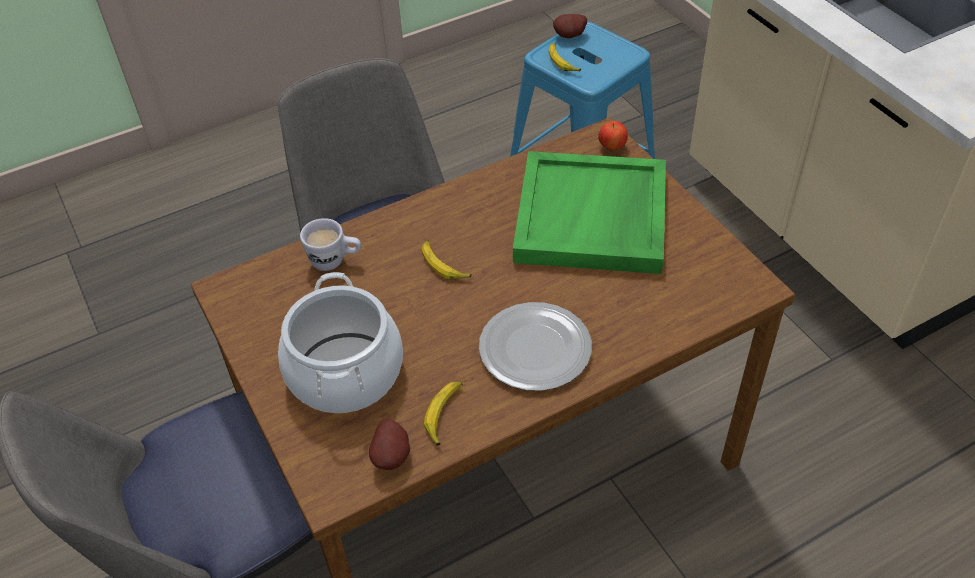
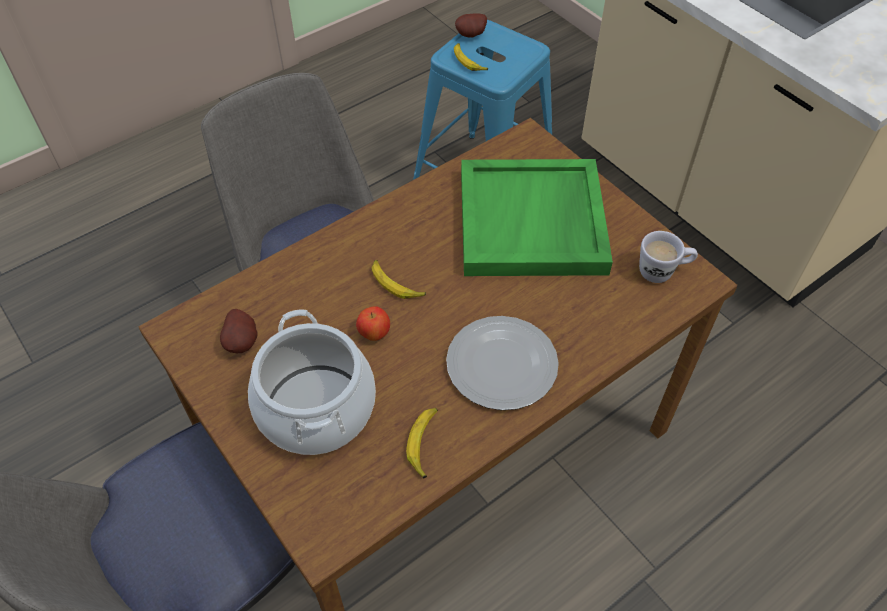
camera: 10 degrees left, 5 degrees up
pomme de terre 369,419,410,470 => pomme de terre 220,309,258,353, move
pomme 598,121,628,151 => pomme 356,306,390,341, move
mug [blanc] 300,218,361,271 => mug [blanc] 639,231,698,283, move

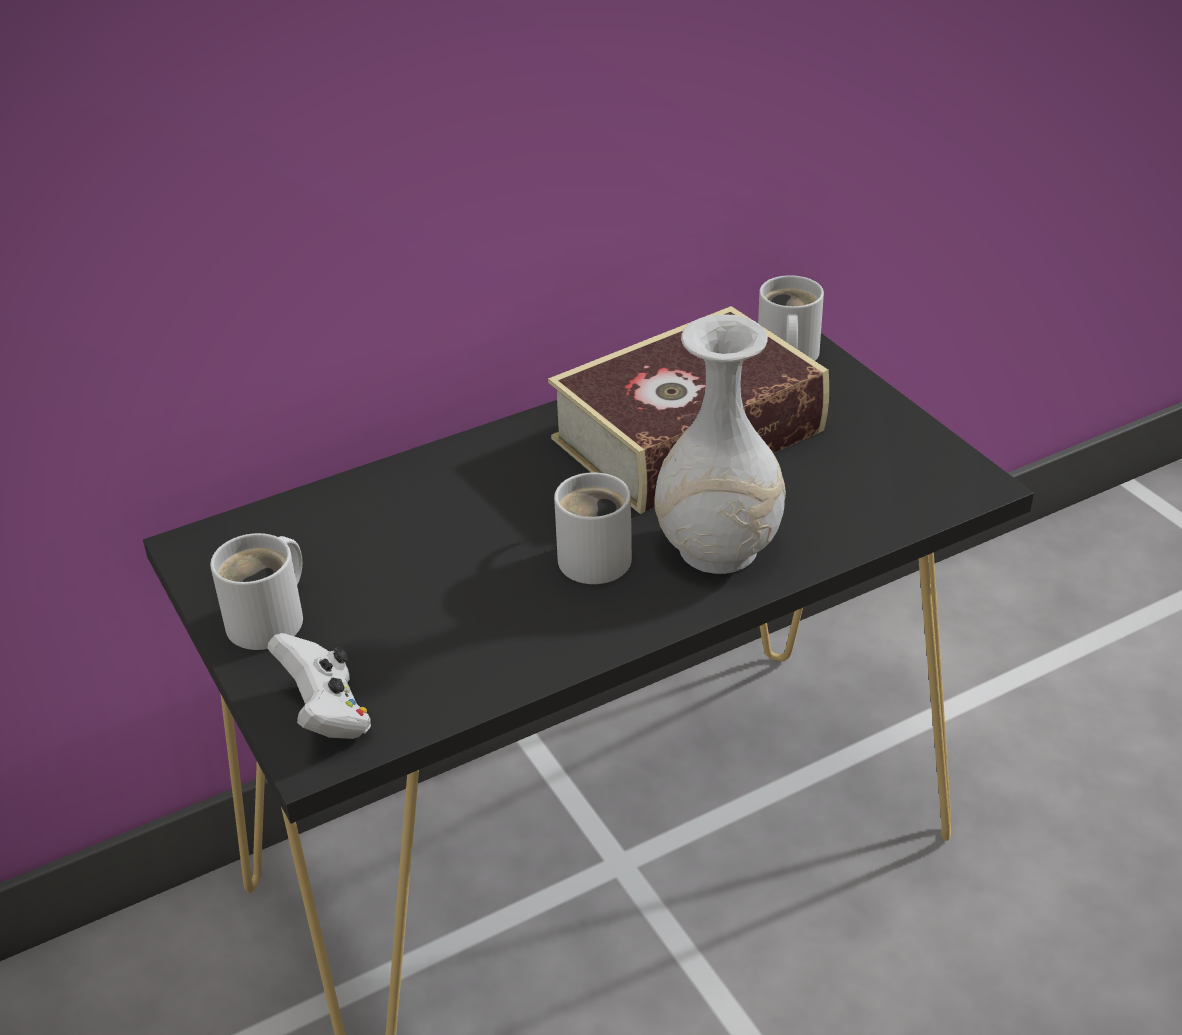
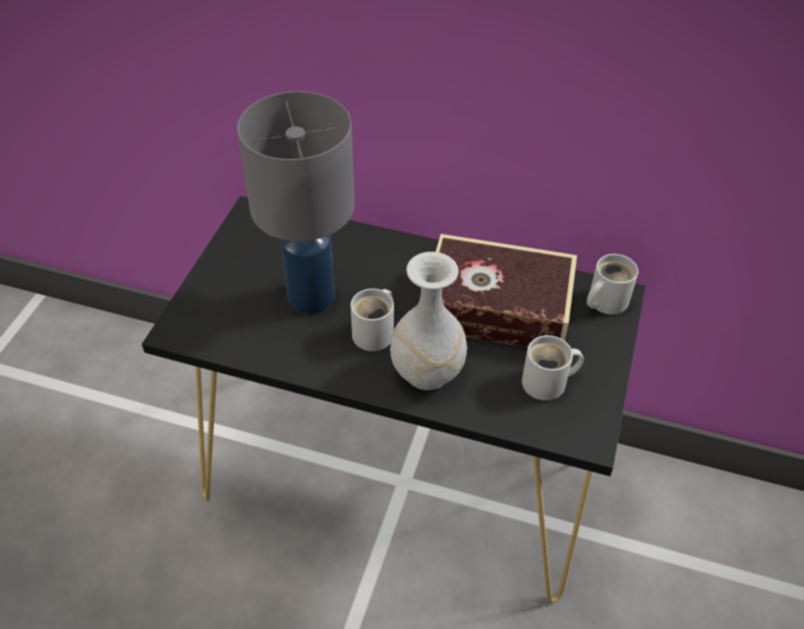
camera: 45 degrees right, 10 degrees up
nothing => lampe de table [gris] 237,91,355,314
mug [blanc] 210,533,303,650 => mug [blanc] 522,335,584,401, move
manette [blanc] 268,633,371,739 => nothing

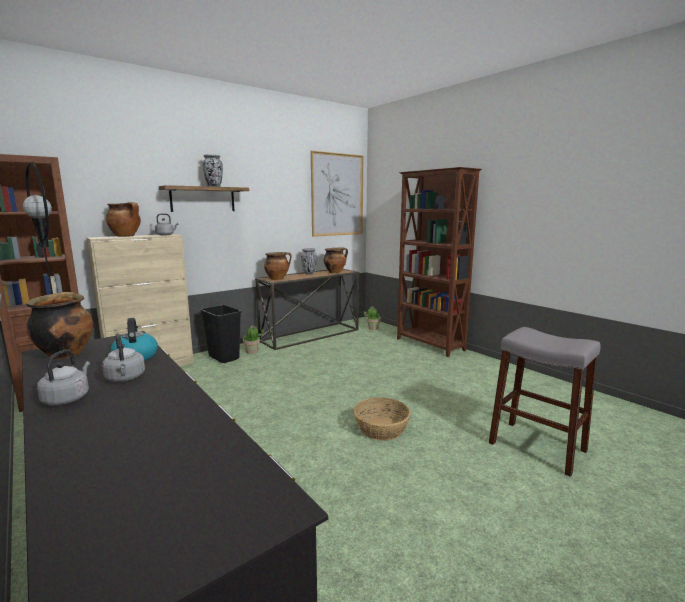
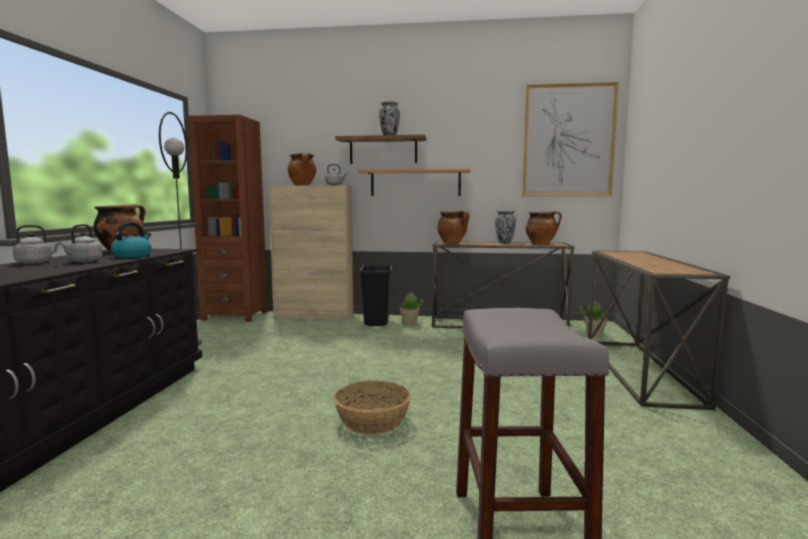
camera: 45 degrees right, 5 degrees down
nothing => étagère 357,169,471,196
bibliothèque [marron] 397,167,482,357 => table console 588,251,730,410

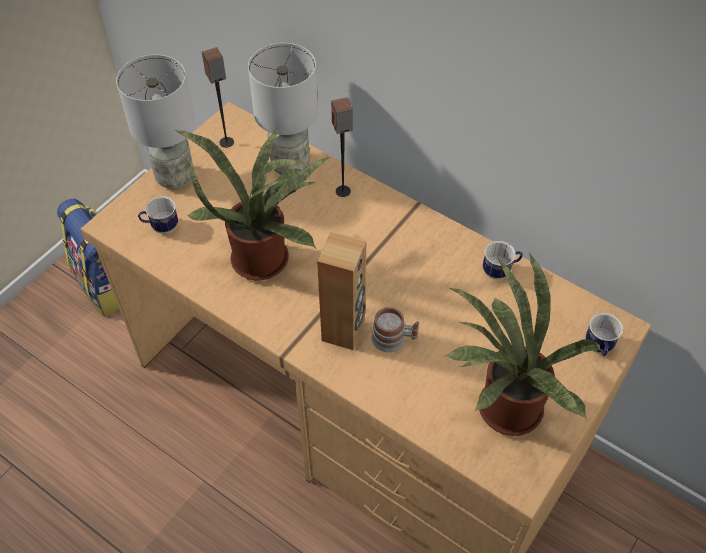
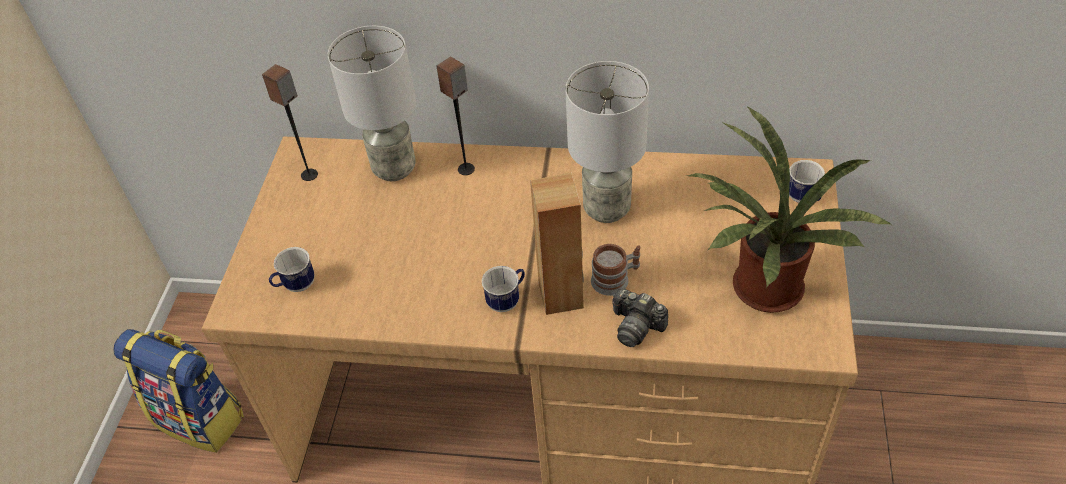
camera: 25 degrees left, 5 degrees down
mug 483,241,523,280 => mug 482,266,525,312, move
lampe de table [gris] 116,55,195,189 => lampe de table [gris] 566,61,649,223, move
nothing => appareil photo 612,288,668,347
plante en pot 176,128,330,280 => nothing

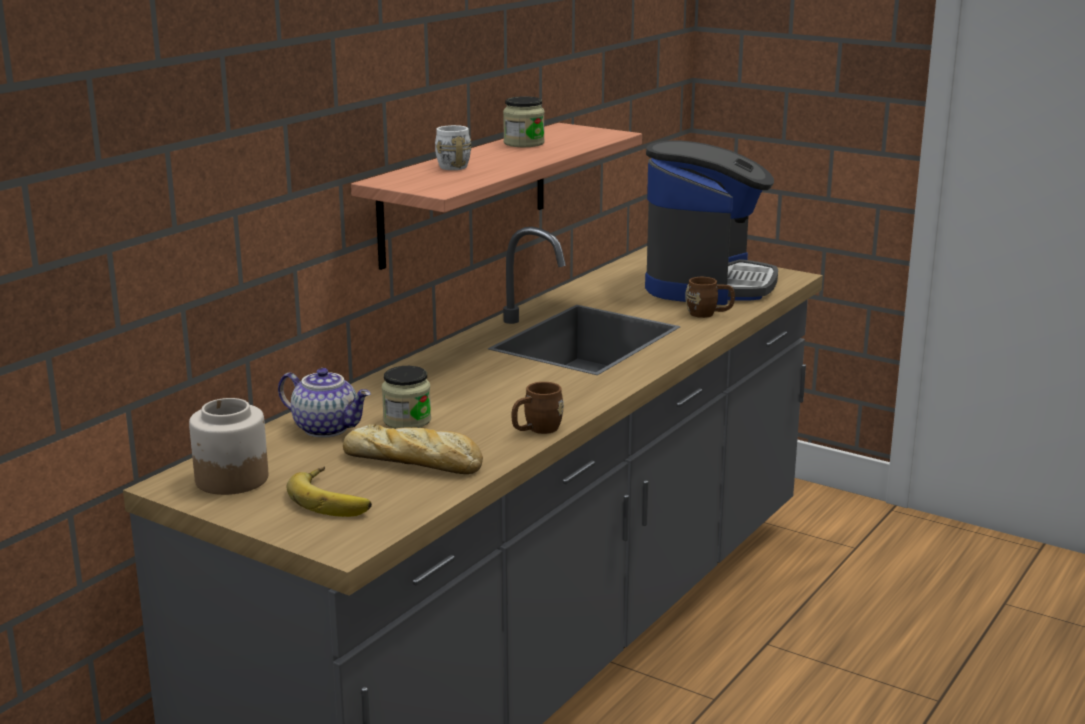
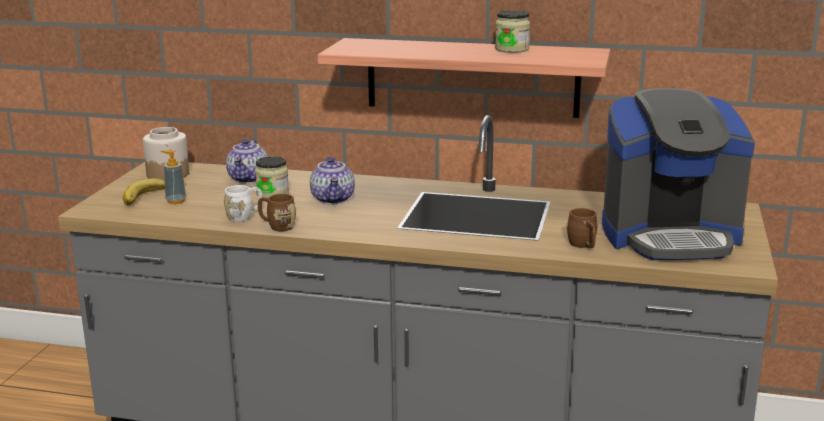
camera: 70 degrees right, 0 degrees up
nothing => distributeur de savon 161,150,186,204
mug [blanc] 435,125,471,170 => mug [blanc] 224,185,262,222, move
nothing => théière 310,157,355,204
pain 343,424,483,474 => nothing

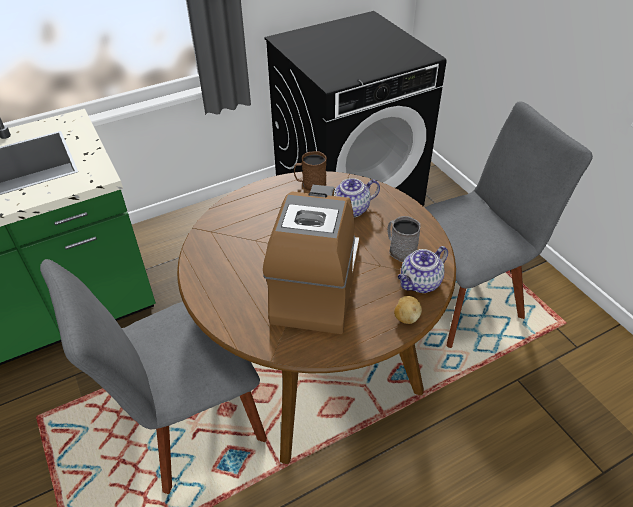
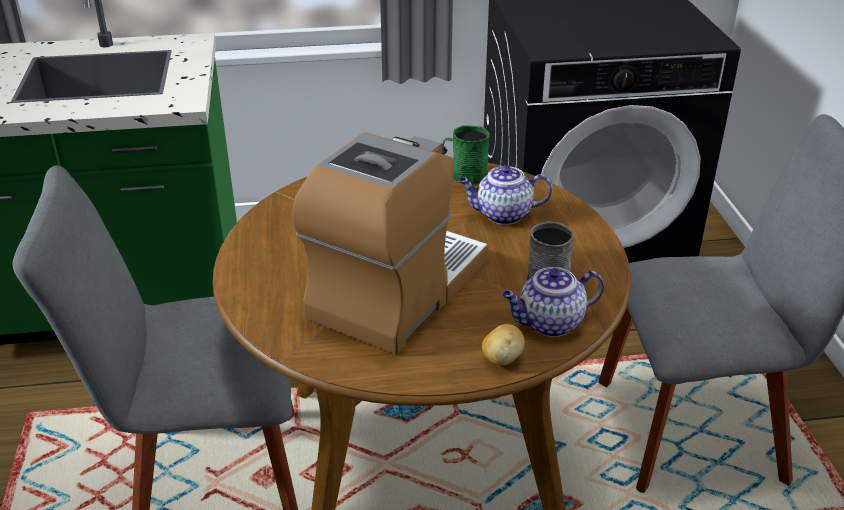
camera: 20 degrees right, 10 degrees down
mug [marron] 294,151,327,191 => mug [vert] 442,125,490,185

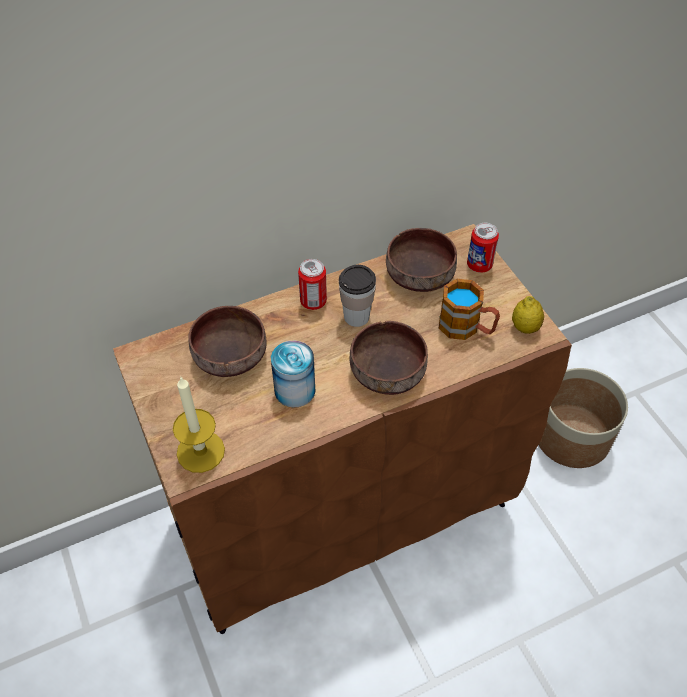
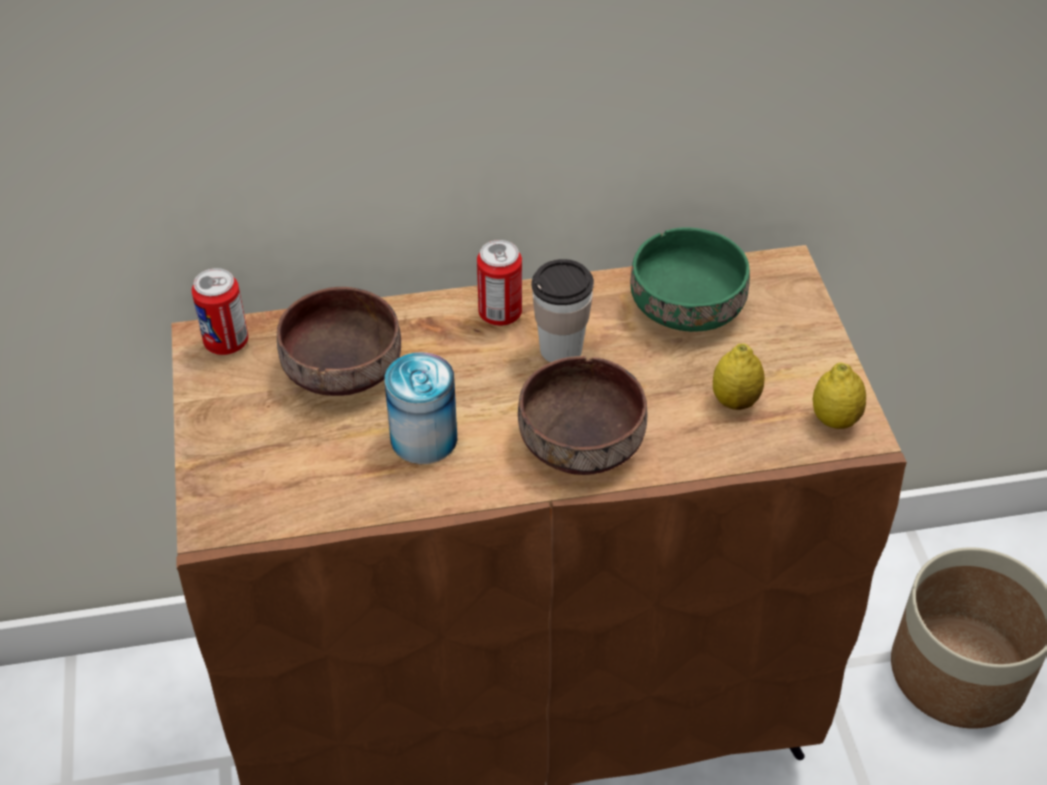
camera: 15 degrees right, 5 degrees down
boîte métallique 467,223,499,273 => boîte métallique 192,268,248,355, move
bol [marron] 386,228,457,292 => bol [vert] 630,227,750,332
mug 439,279,500,340 => citron 713,343,765,410
bougie 173,377,225,473 => nothing

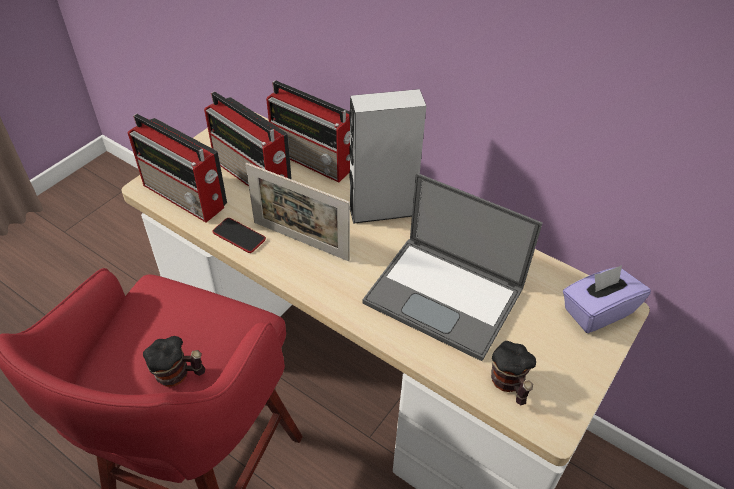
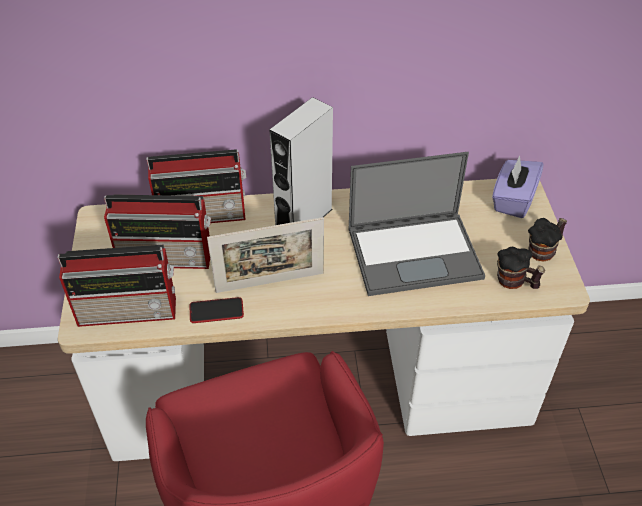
camera: 40 degrees left, 0 degrees up
mug 143,336,206,387 => mug 528,218,567,262, move

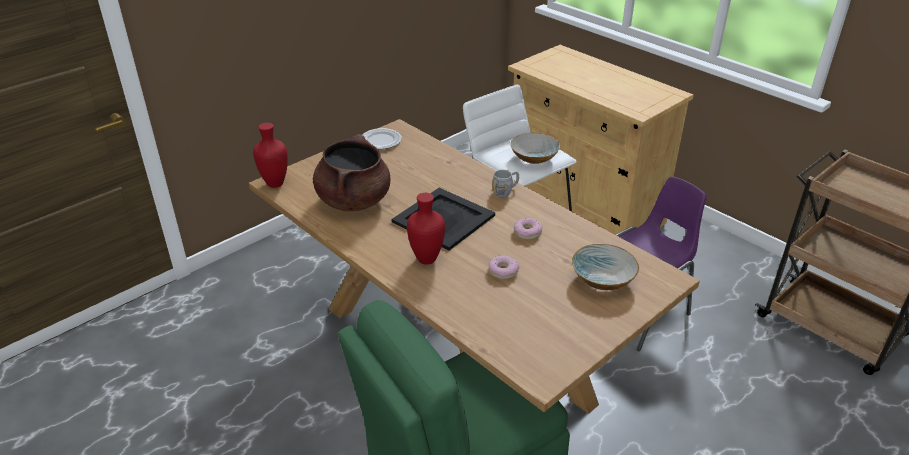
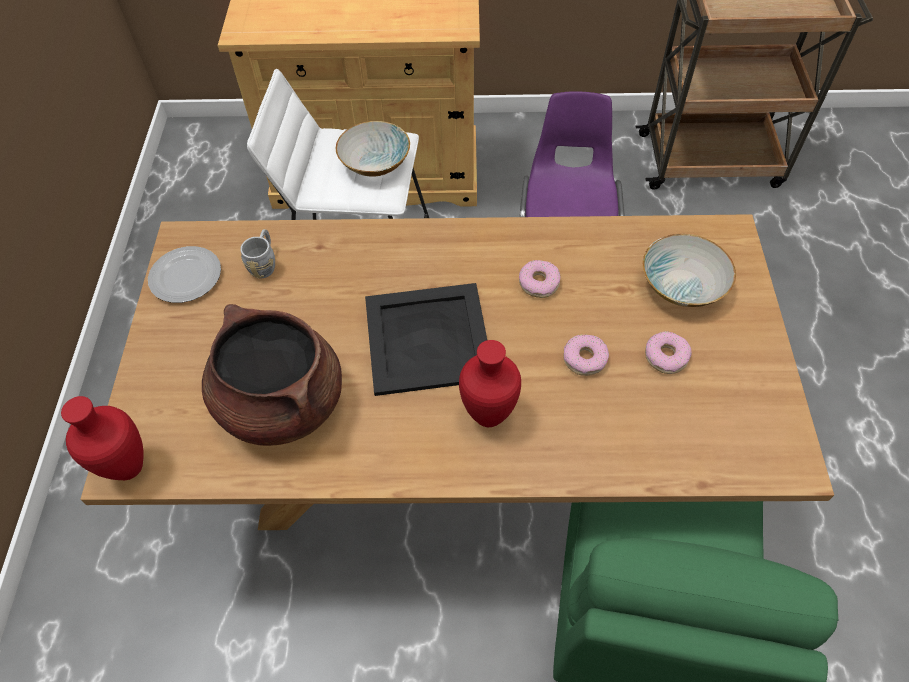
camera: 45 degrees left, 20 degrees up
mug [gris] 492,170,519,197 => mug [gris] 240,229,275,279, move
nothing => beignet 645,331,691,374

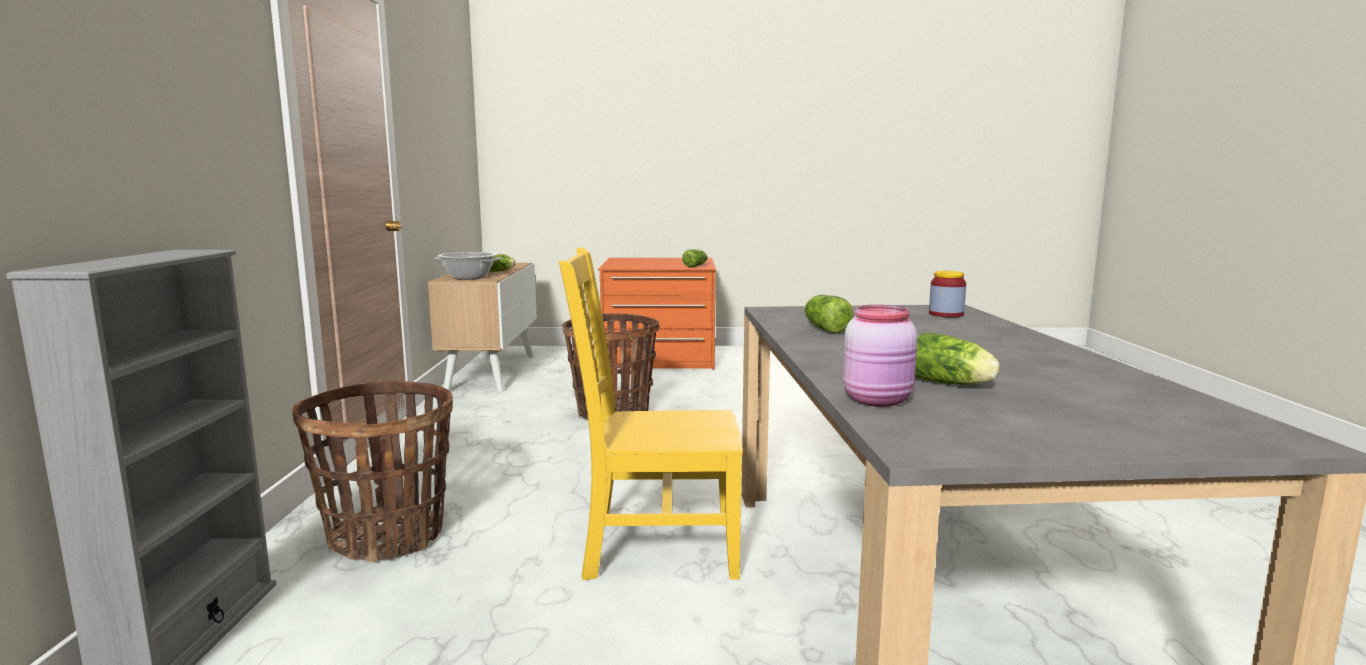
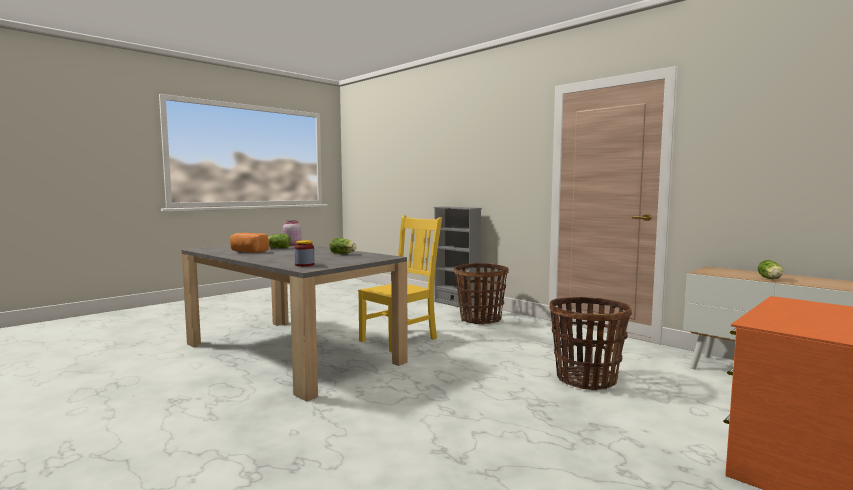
camera: 135 degrees right, 5 degrees down
nothing => pain 230,233,269,253
marmite 434,252,502,280 => nothing
laitue 682,249,708,267 => nothing

